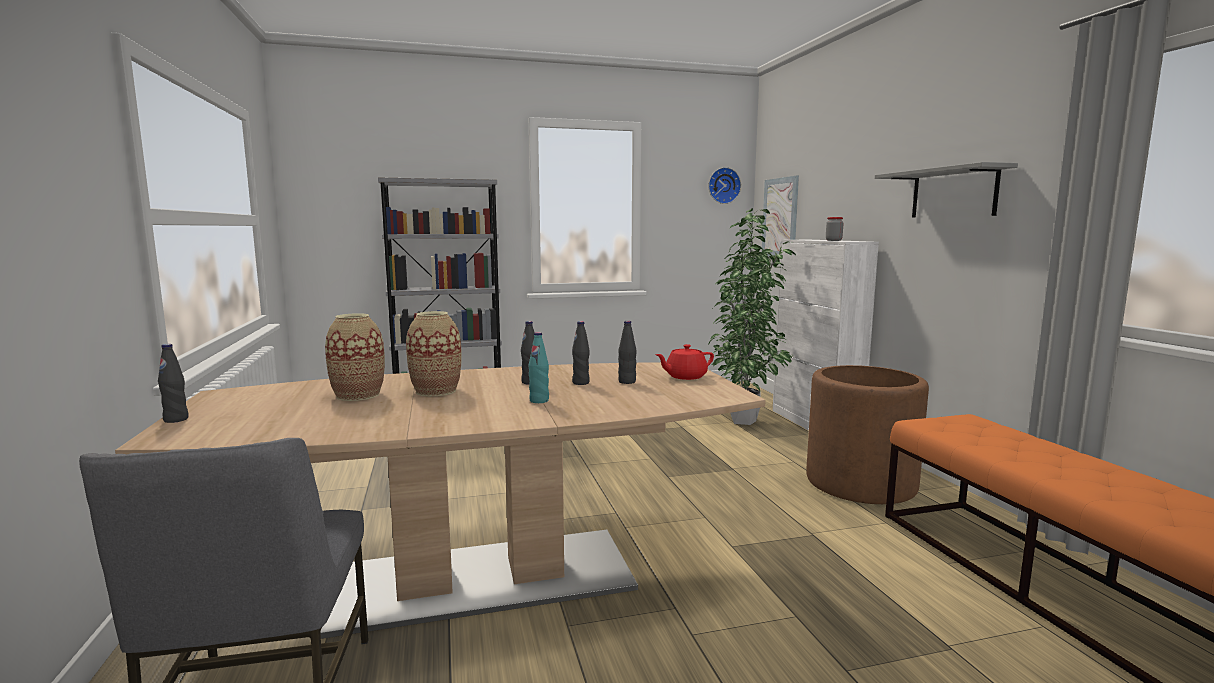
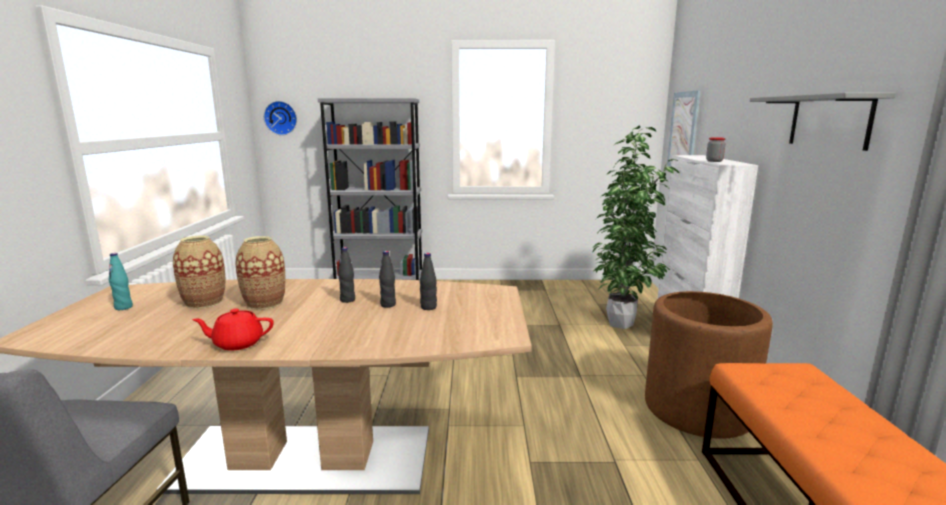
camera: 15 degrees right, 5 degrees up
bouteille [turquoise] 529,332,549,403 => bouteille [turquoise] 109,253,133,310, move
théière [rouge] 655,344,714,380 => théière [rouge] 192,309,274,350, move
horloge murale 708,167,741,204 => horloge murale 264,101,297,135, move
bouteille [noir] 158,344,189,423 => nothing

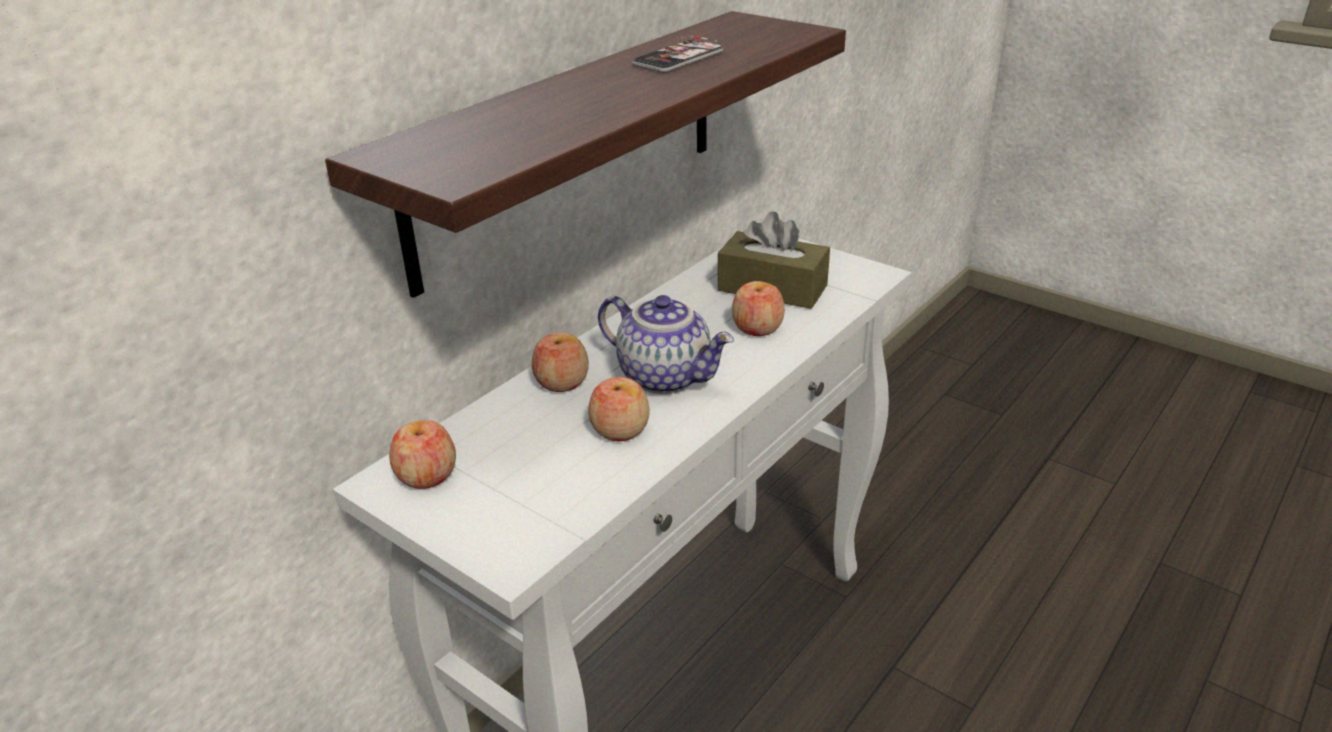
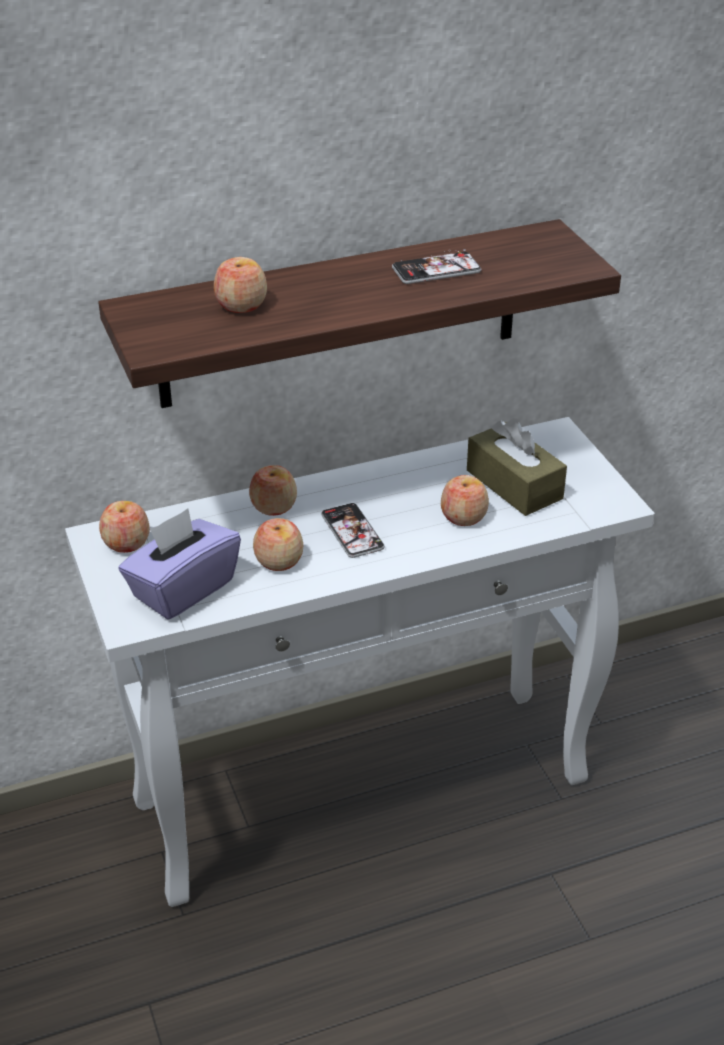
camera: 30 degrees right, 5 degrees up
nothing => boîte à mouchoirs [violet] 118,508,241,620
nothing => pomme 214,257,267,313
théière 598,295,734,394 => téléphone 321,503,385,558

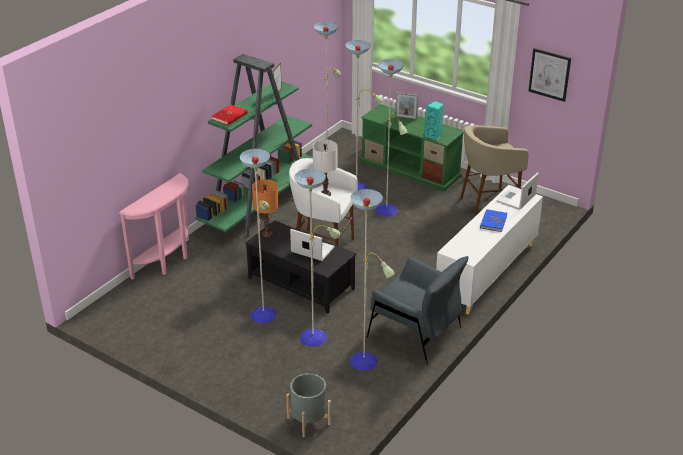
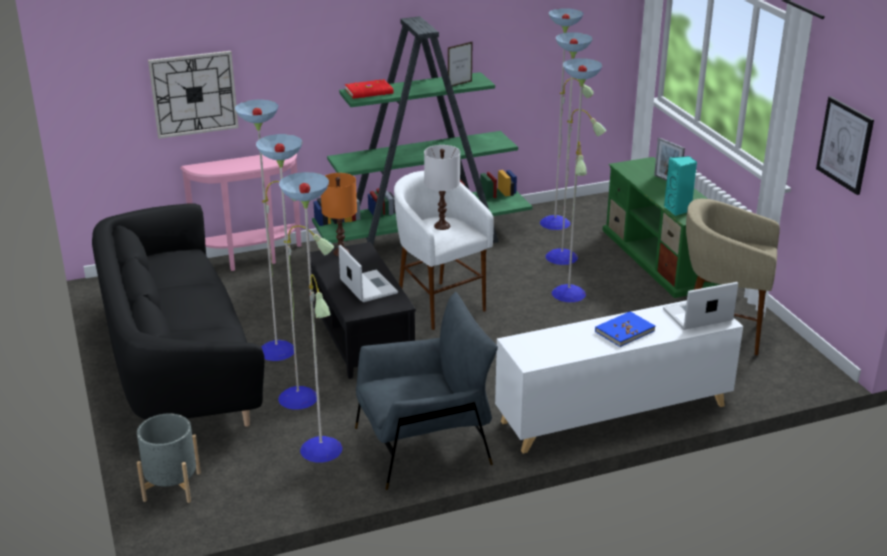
camera: 35 degrees right, 5 degrees down
nothing => canapé [noir] 92,203,264,427
nothing => horloge murale 148,51,239,139
fauteuil [gris] 366,256,469,365 => fauteuil [gris] 355,292,498,490, 90 degrees counterclockwise

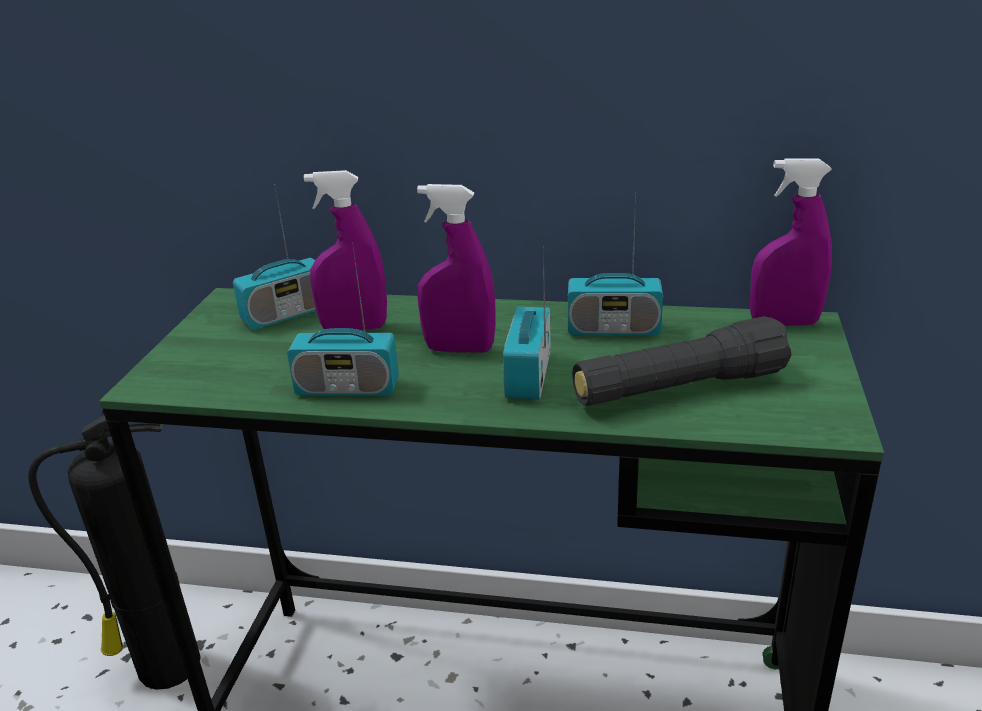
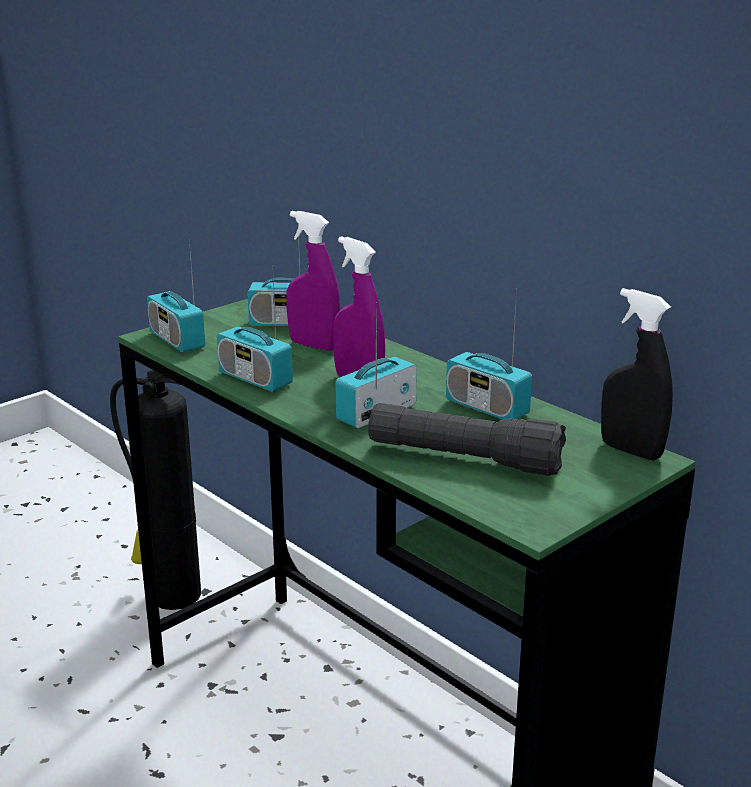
camera: 35 degrees right, 5 degrees down
nothing => radio 147,238,205,352
vaporisateur [violet] 750,158,832,325 => vaporisateur [noir] 601,288,673,461

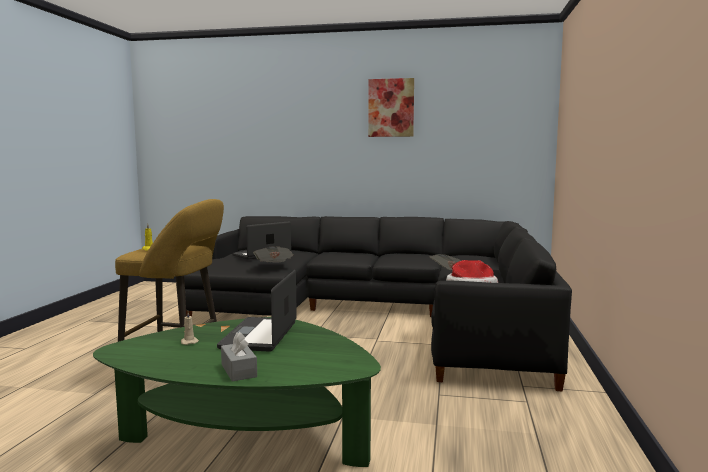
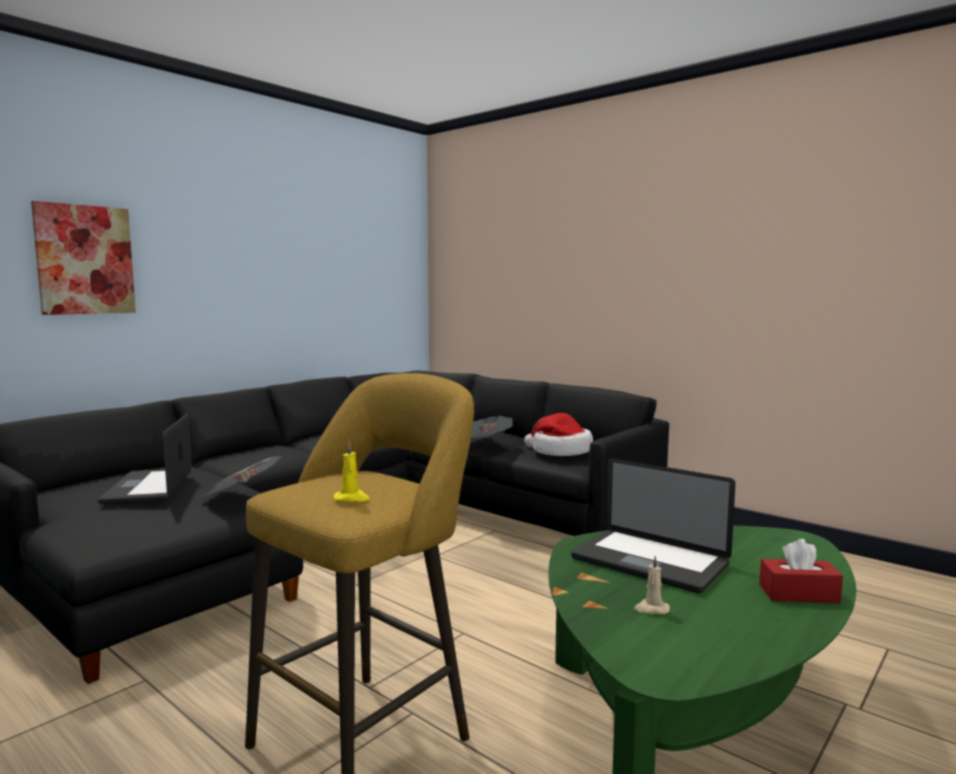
camera: 60 degrees left, 0 degrees up
tableau 368,78,414,137 => tableau 31,201,136,315, move
boîte à mouchoirs [gris] 221,332,257,381 => boîte à mouchoirs [rouge] 759,539,843,603

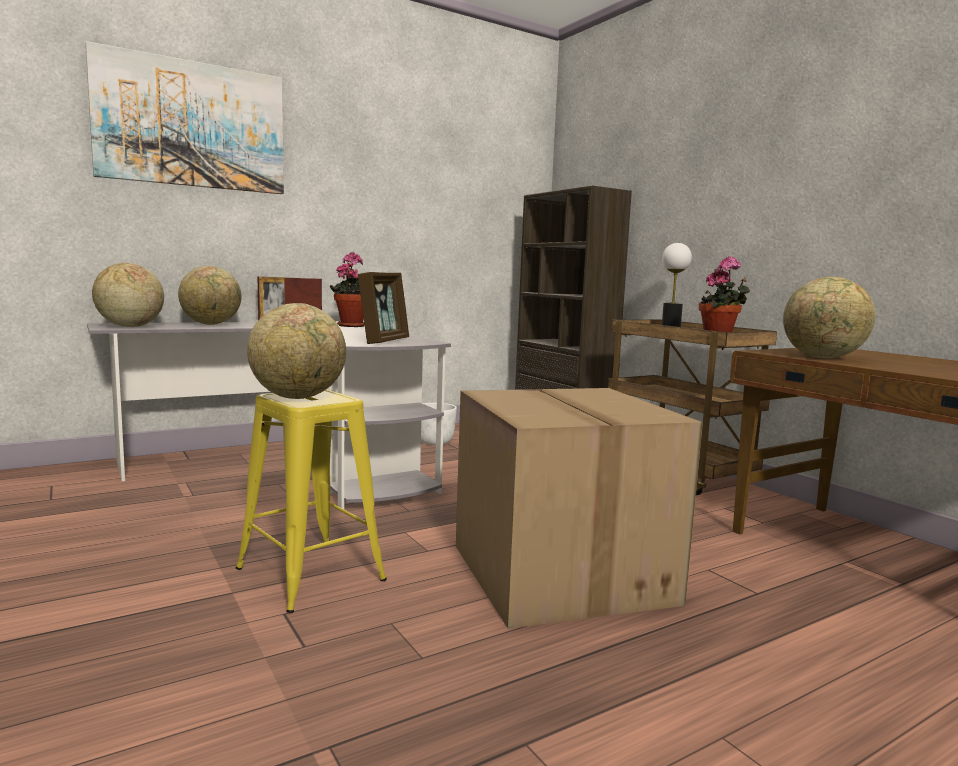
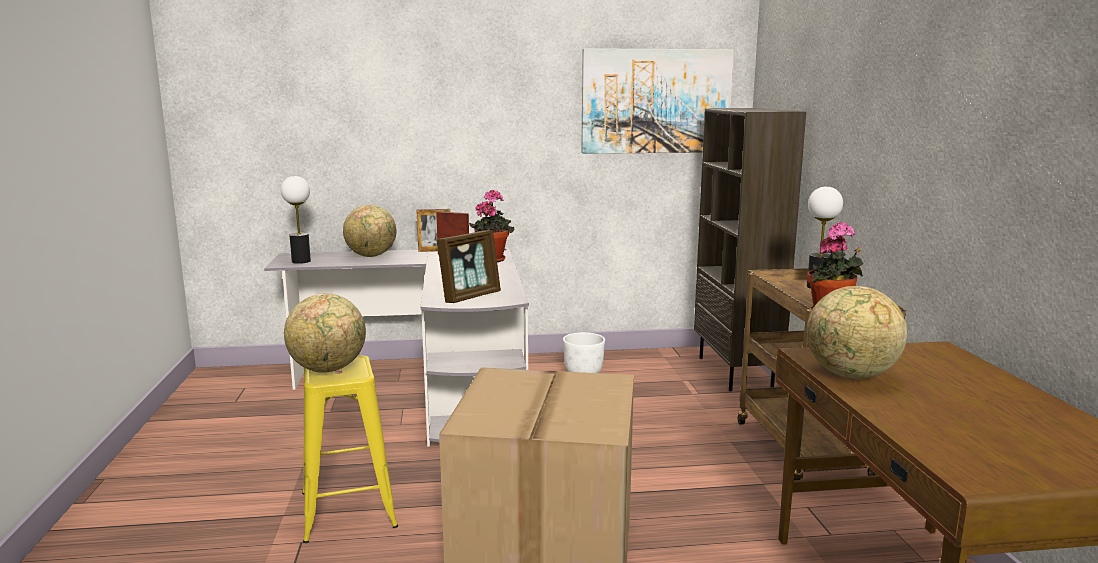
camera: 25 degrees right, 5 degrees up
globe 92,263,164,327 => lampe de table 281,176,311,264
tableau 86,41,284,194 => tableau 581,48,734,154, move

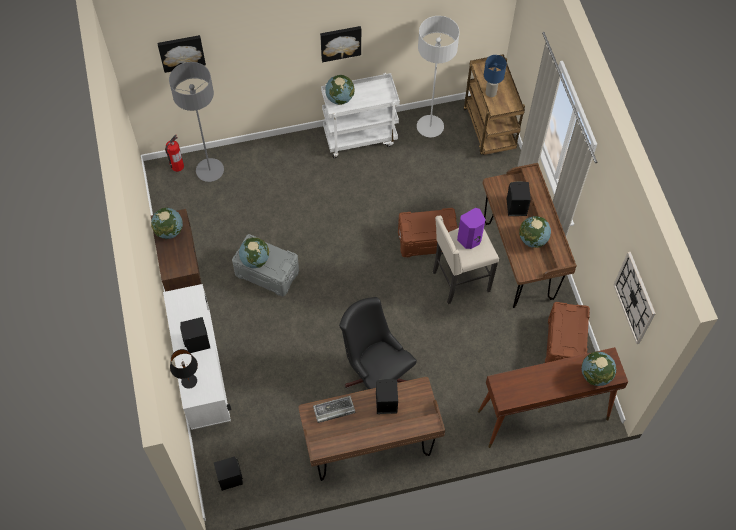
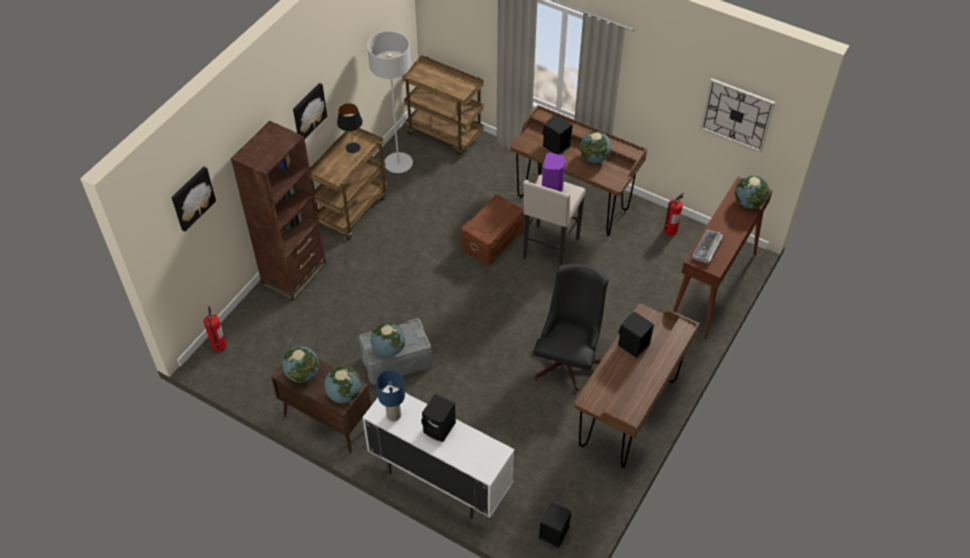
camera: 45 degrees left, 10 degrees down
nothing => bibliothèque [marron] 231,121,326,301
chariot [blanc] 321,73,400,158 => chariot [marron] 309,128,388,240
globe 325,75,355,105 => globe 324,366,361,403, move
lampe de table [noir] 170,349,198,389 => lampe de table [noir] 337,103,363,153, move
lampe de table [bleu] 484,55,507,97 => lampe de table [bleu] 376,370,405,421, move
chaise de bureau [noir] 339,297,417,389 => chaise de bureau [noir] 533,263,609,395, 105 degrees clockwise
boîte de rangement [marron] 545,302,590,363 => extincteur 664,193,684,236
clavier 313,396,355,423 => clavier 692,230,724,264, move
lampadaire [gris] 169,62,224,182 => nothing

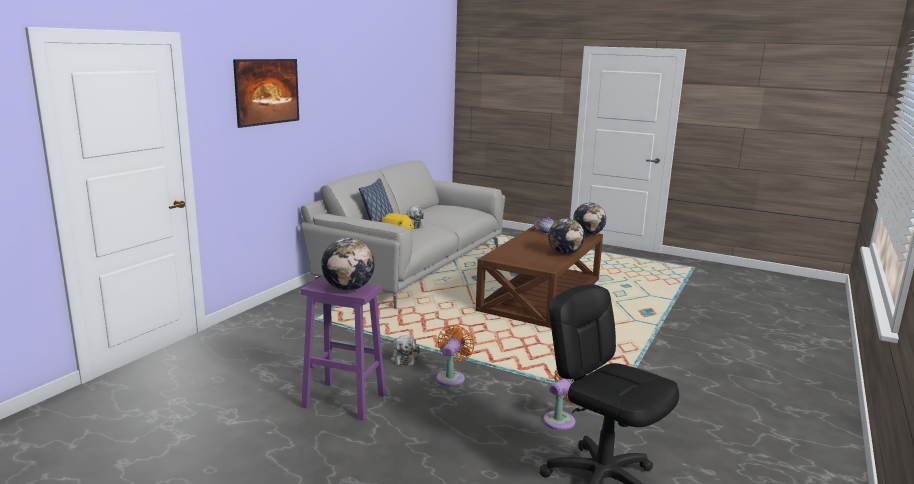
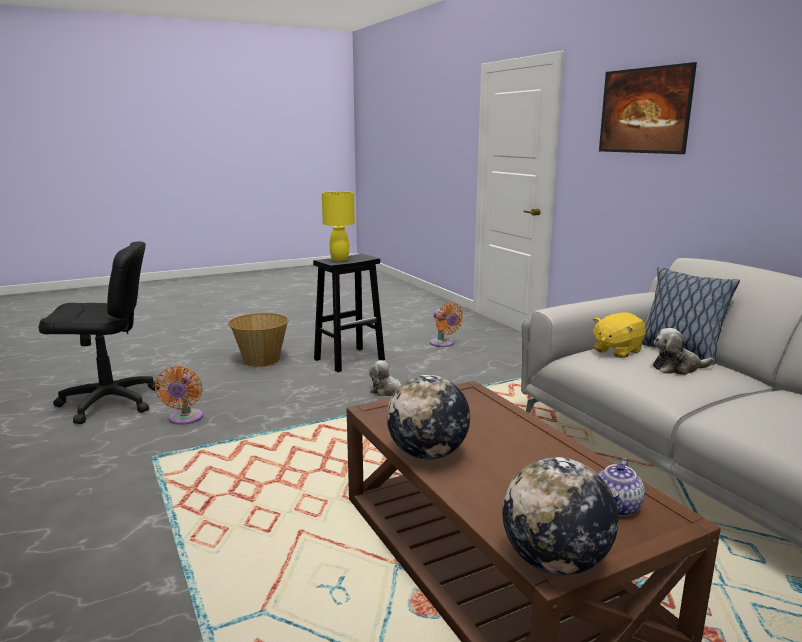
camera: 125 degrees right, 0 degrees up
nothing => panier 228,313,289,367
tabouret [violet] 301,276,386,420 => tabouret [noir] 313,254,385,372
globe 321,238,375,291 => lampe de table [jaune] 322,192,355,261
ventilateur [orange] 436,325,474,386 => ventilateur [orange] 430,302,463,347, move

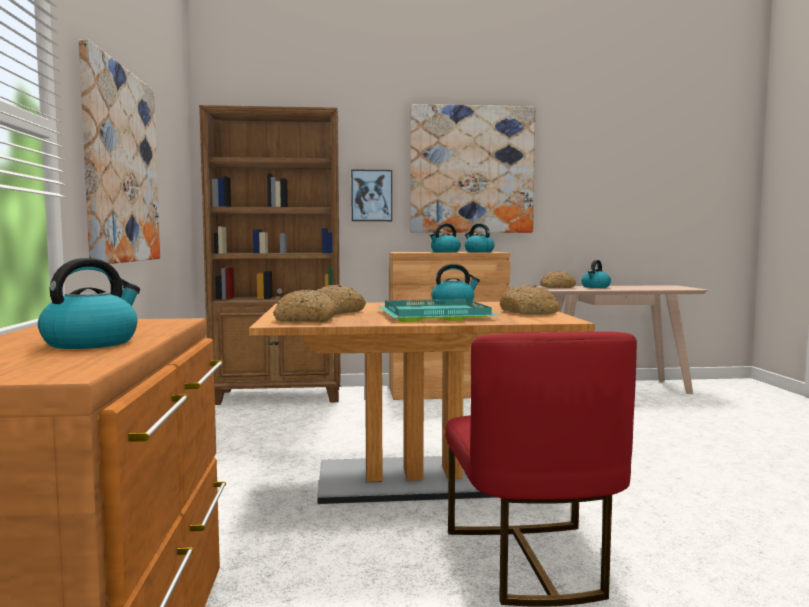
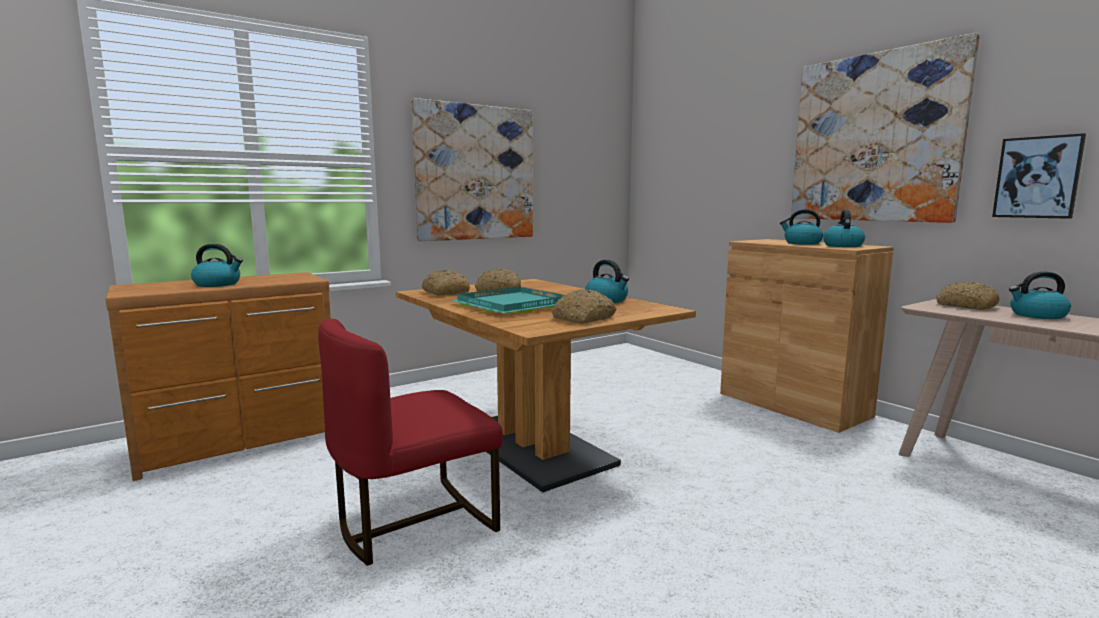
camera: 60 degrees right, 5 degrees up
tableau 351,169,392,221 => tableau 992,133,1086,219, move
bibliothèque [marron] 199,105,341,405 => nothing

